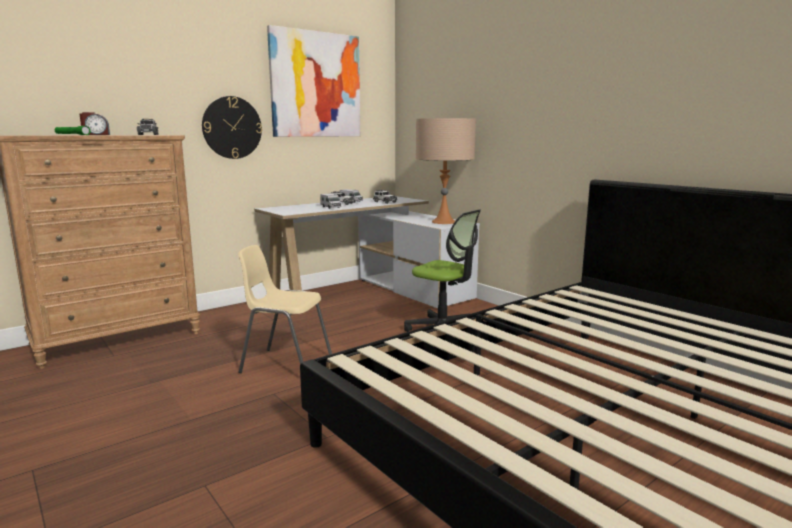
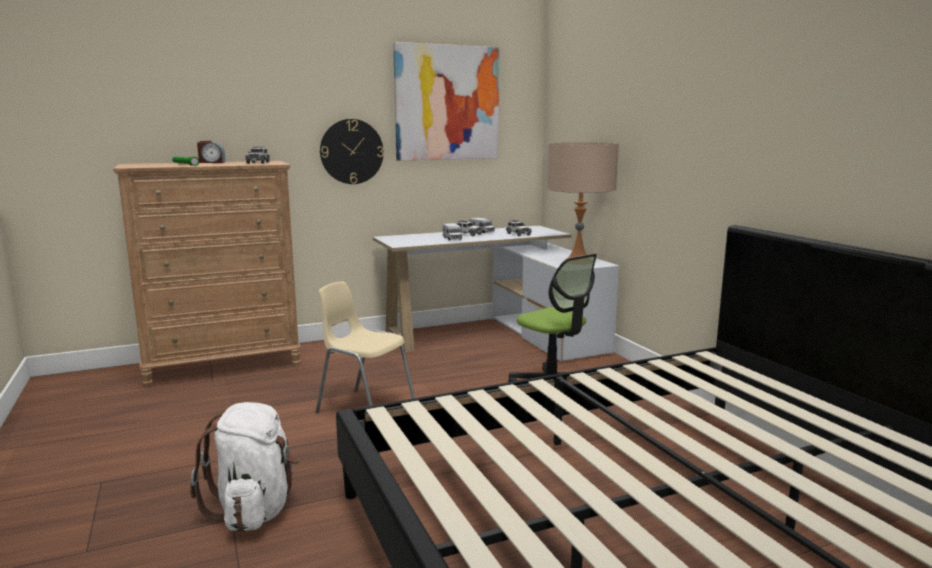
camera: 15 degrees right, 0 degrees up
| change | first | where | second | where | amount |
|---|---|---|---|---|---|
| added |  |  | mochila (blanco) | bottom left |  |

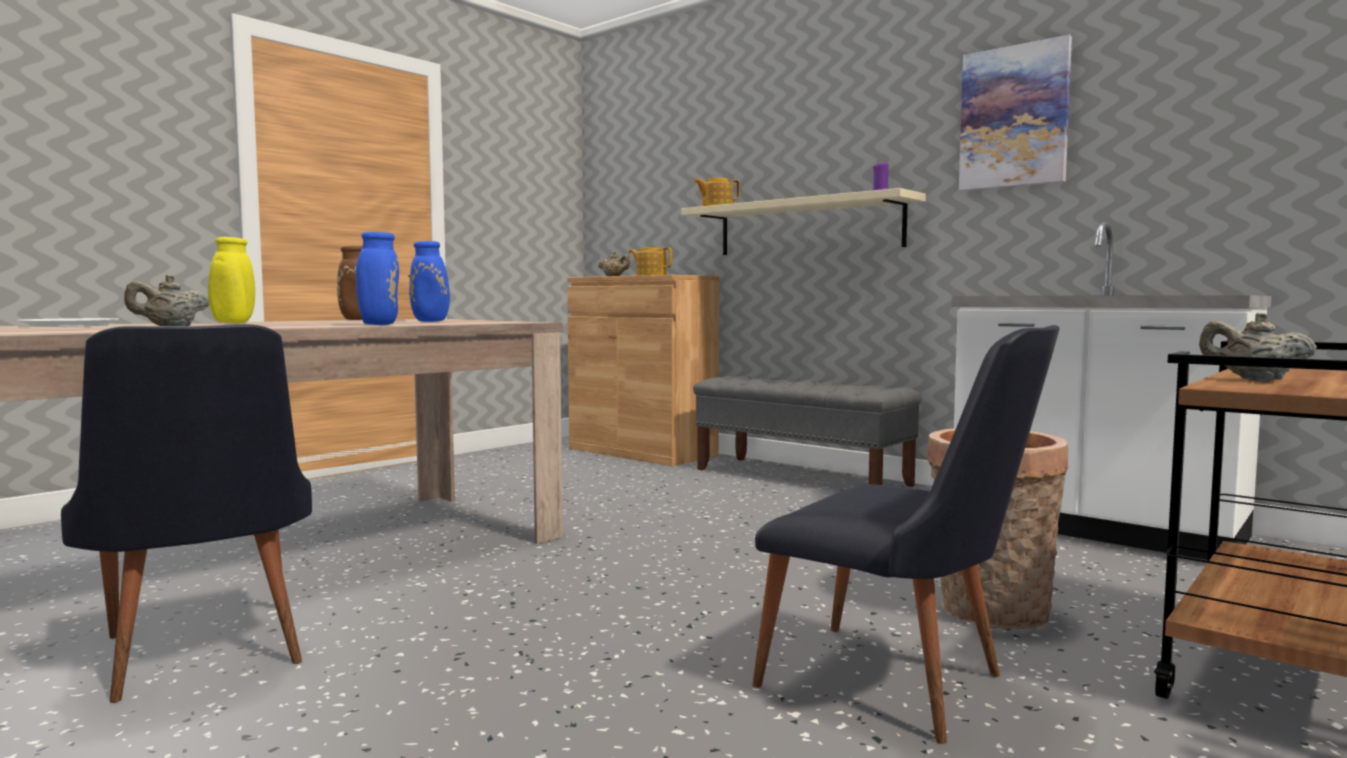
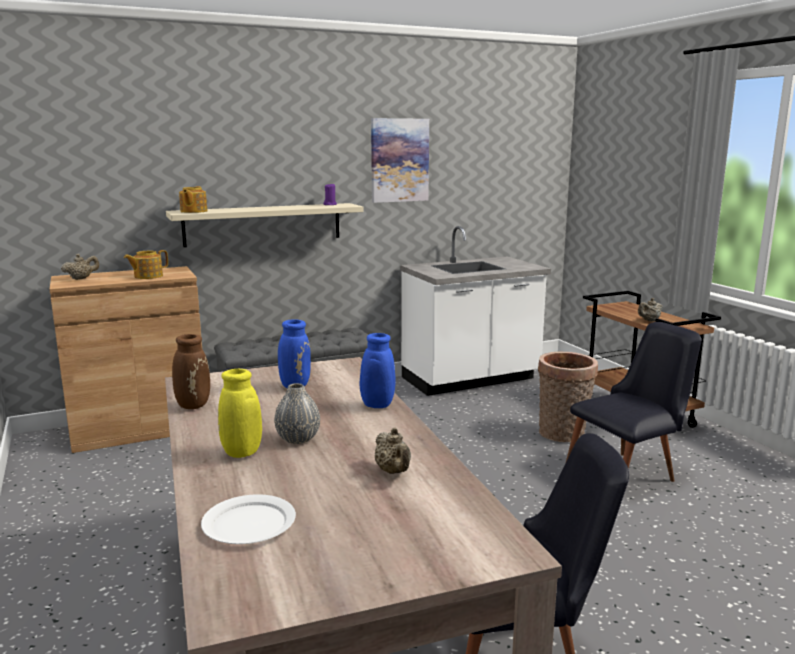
camera: 65 degrees left, 10 degrees up
| change | first | where | second | where | amount |
|---|---|---|---|---|---|
| added |  |  | florero (gris) | centre |  |

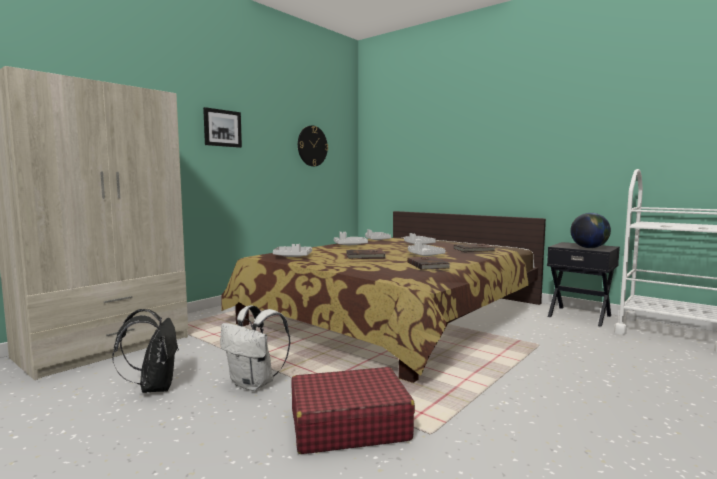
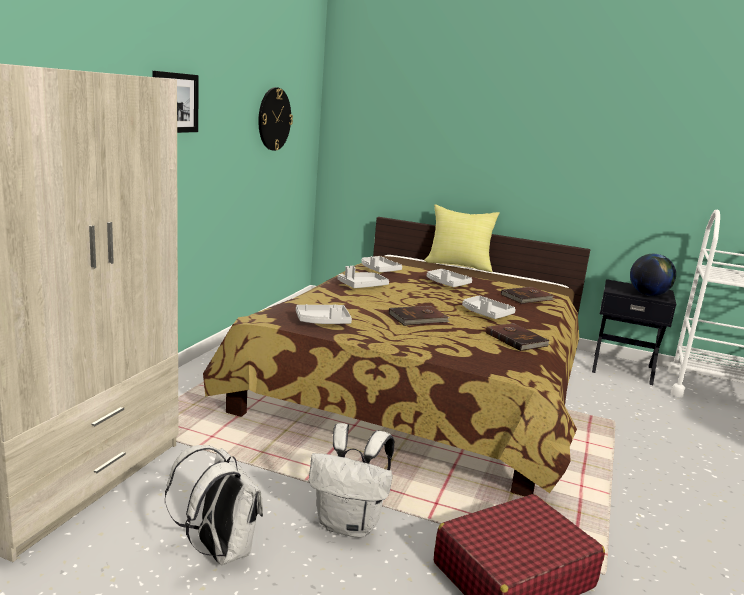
camera: 20 degrees left, 10 degrees up
| change | first | where | second | where | amount |
|---|---|---|---|---|---|
| recoloured | mochila (negro) | bottom left | mochila (blanco) (1st from left) | bottom left |  |
| added |  |  | cojín (amarillo) | centre |  |

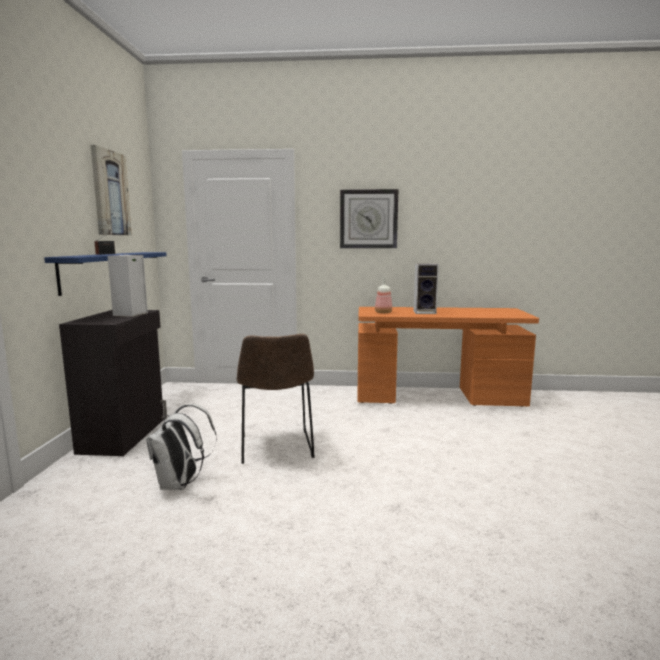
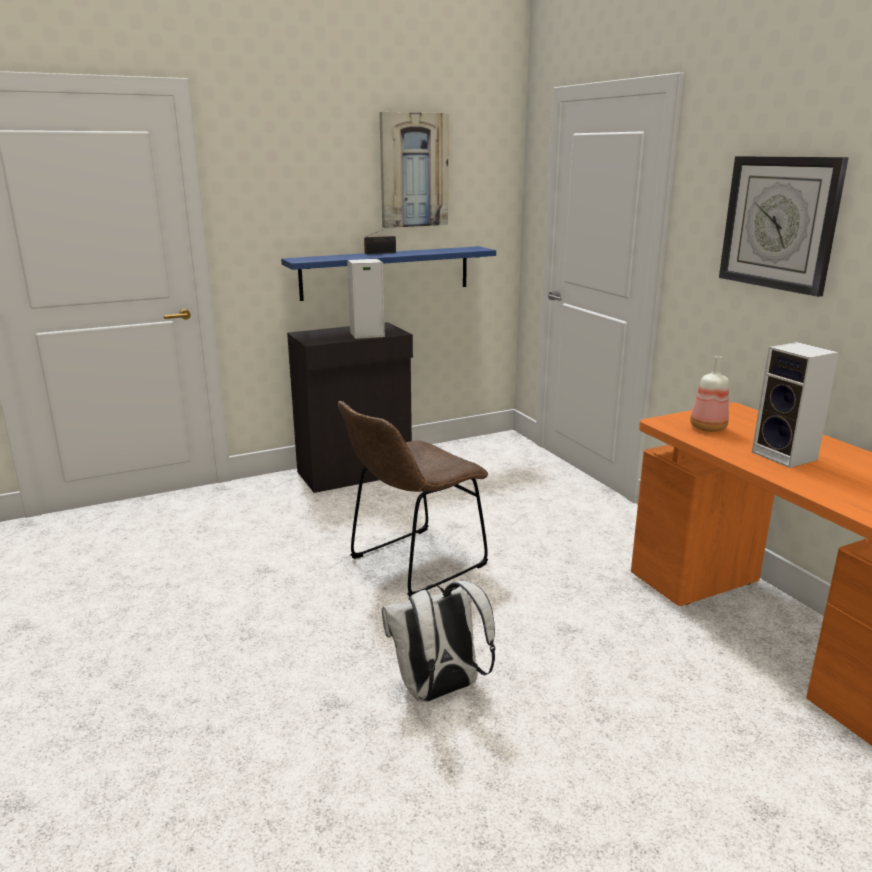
camera: 60 degrees right, 10 degrees up
| change | first | where | second | where | amount |
|---|---|---|---|---|---|
| moved | mochila (blanco) | bottom left |  | bottom centre |  |

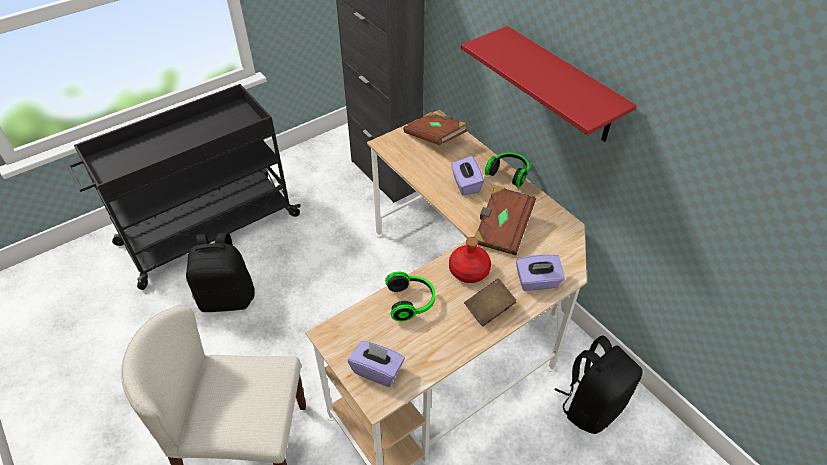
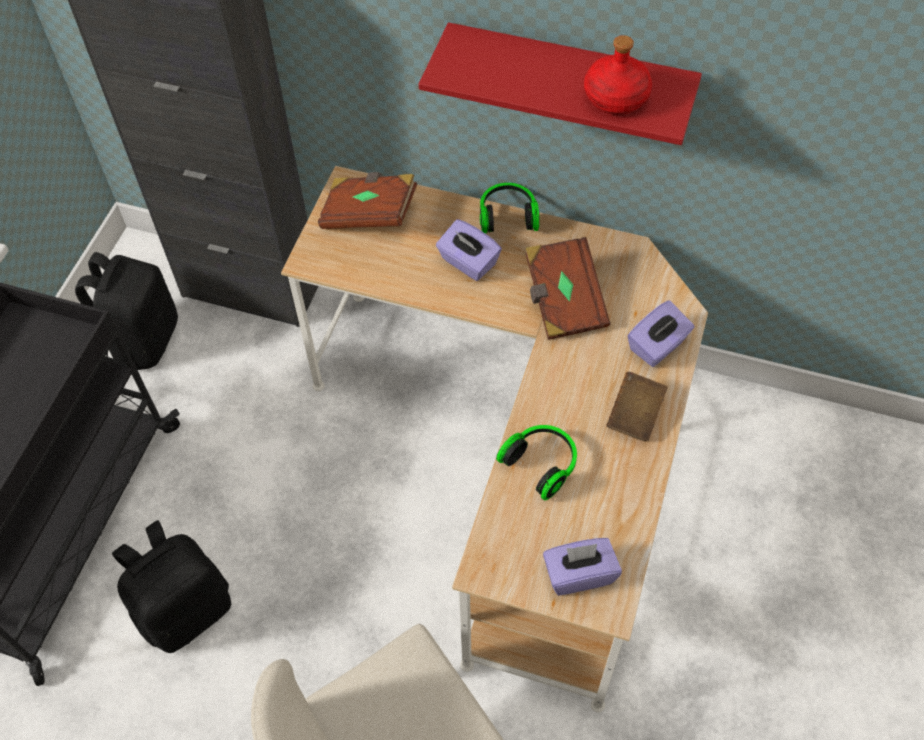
camera: 35 degrees left, 10 degrees up
| change | first | where | second | where | amount |
|---|---|---|---|---|---|
| moved | botella (rojo) | centre |  | top right |  |
| moved | mochila (negro) (2nd from left in the first image) | bottom right | mochila (negro) (1st from left) | middle left |  |

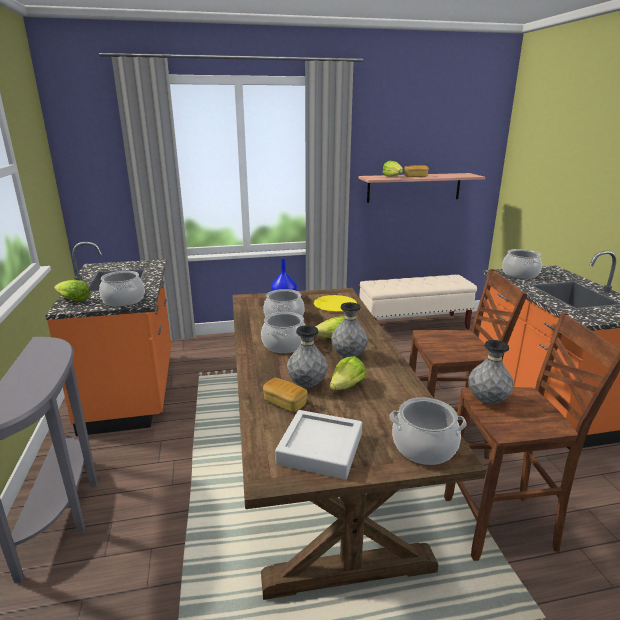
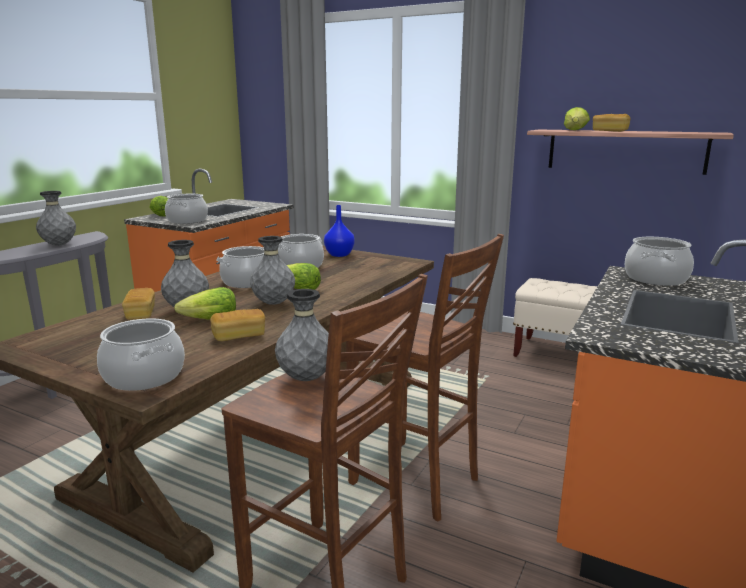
camera: 40 degrees right, 5 degrees down
| change | first | where | second | where | amount |
|---|---|---|---|---|---|
| removed | plato (amarillo) | centre |  |  |  |
| removed | bandeja (gris) | bottom centre |  |  |  |
| added |  |  | florero (gris) (1st from left) | middle left |  |
| added |  |  | pan (2nd from left) | middle left |  |

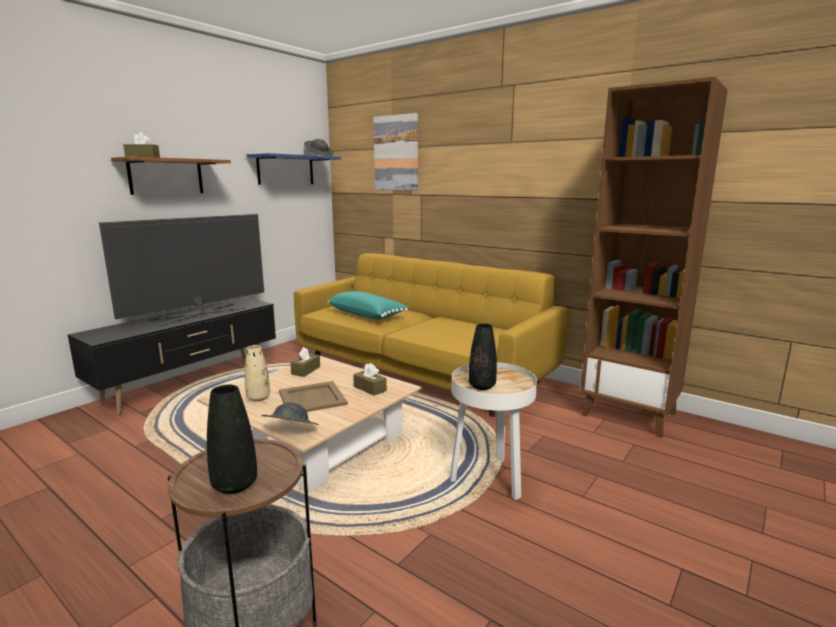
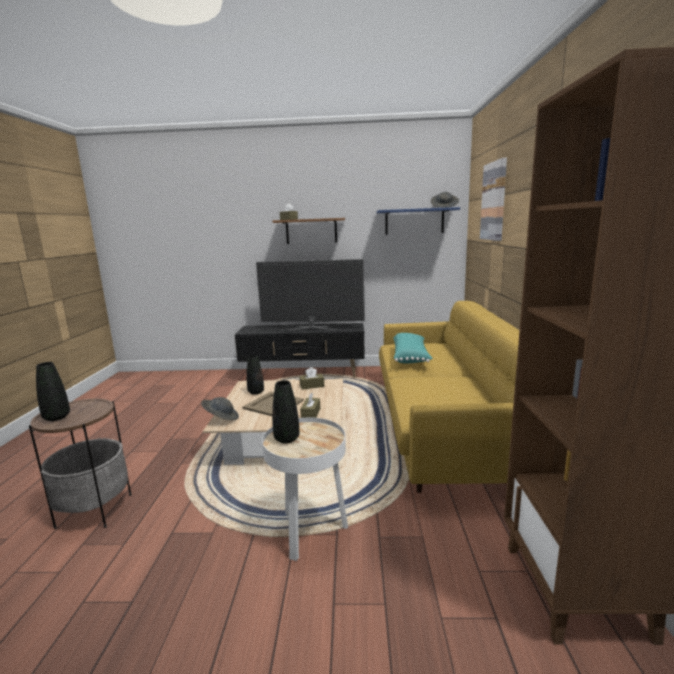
camera: 55 degrees right, 0 degrees up
| change | first | where | second | where | amount |
|---|---|---|---|---|---|
| recoloured | florero (beis) | middle left | florero (negro) (2nd from left) | centre |  |

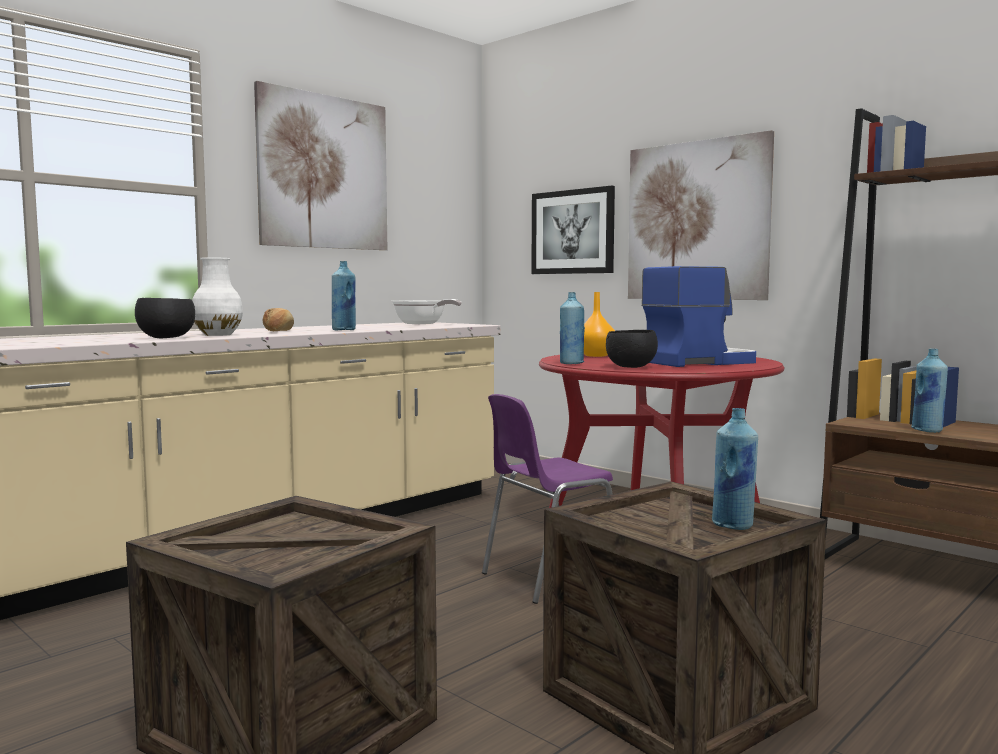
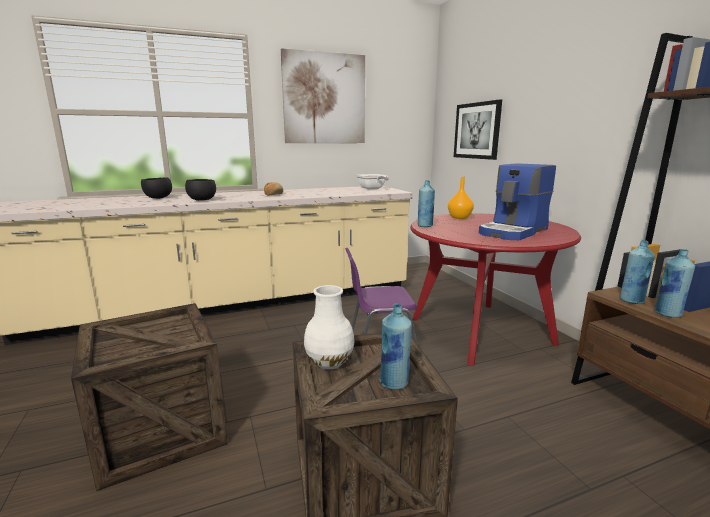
camera: 25 degrees right, 10 degrees up
| change | first | where | second | where | amount |
|---|---|---|---|---|---|
| removed | cuadro (3rd from left) | top right |  |  |  |
| moved | florero (blanco) | middle left |  | centre |  |
| moved | botella (azul) (1st from left in the first image) | centre | botella (azul) (3rd from left) | middle right |  |
| turned | cafetera | middle right |  | middle right | 135 degrees clockwise |
| moved | cuenco (negro) (2nd from left in the first image) | centre | cuenco (negro) (1st from left) | middle left |  |

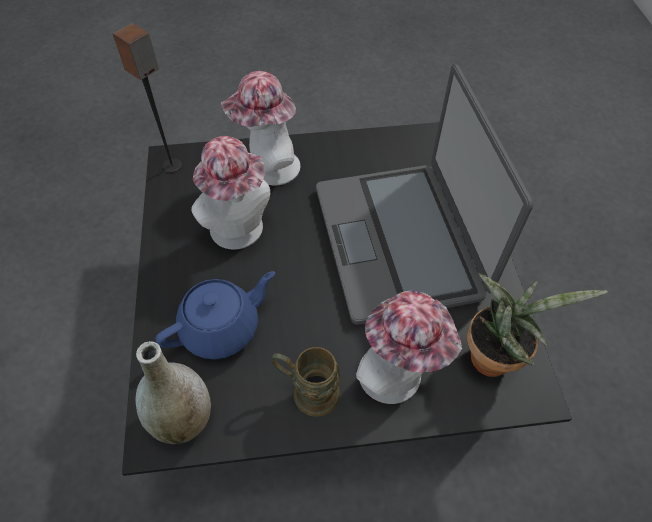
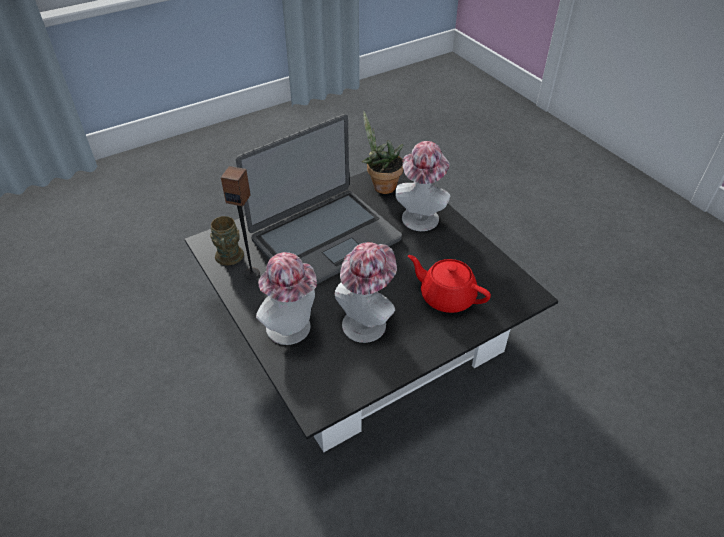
camera: 115 degrees left, 10 degrees down
| change | first | where | second | where | amount |
|---|---|---|---|---|---|
| moved | altavoz | top left |  | middle left |  |
| recoloured | tetera (azul) | middle left | tetera (rojo) | centre |  |
| removed | florero (gris) | bottom left |  |  |  |
| moved | taza grande (marrón) | bottom centre |  | middle left |  |

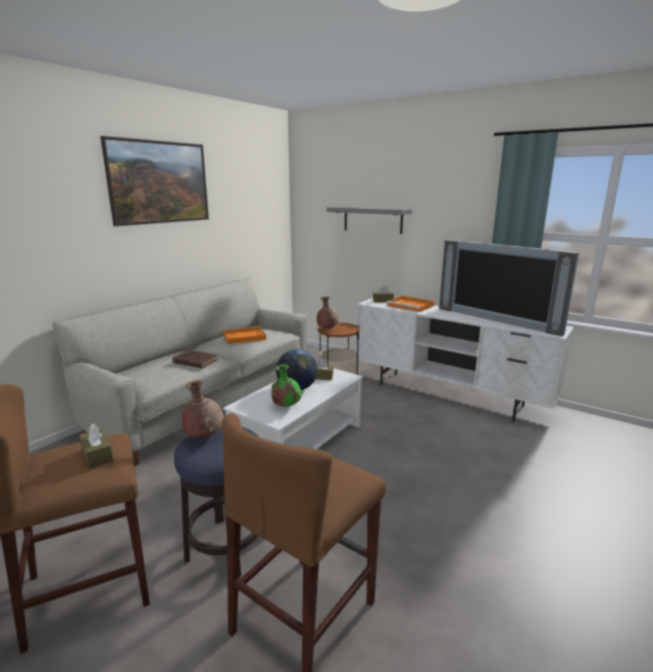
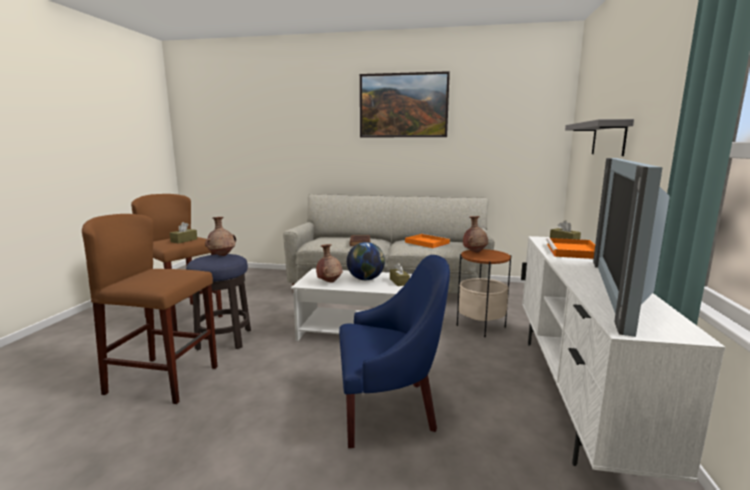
camera: 65 degrees right, 5 degrees down
| change | first | where | second | where | amount |
|---|---|---|---|---|---|
| recoloured | florero (verde) | centre | florero (marrón) (2nd from left) | centre |  |
| added |  |  | sillón (azul) | bottom centre |  |

